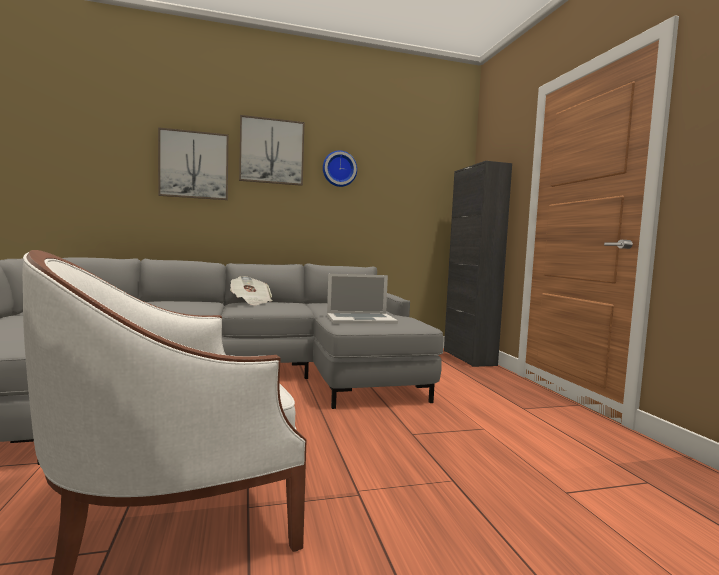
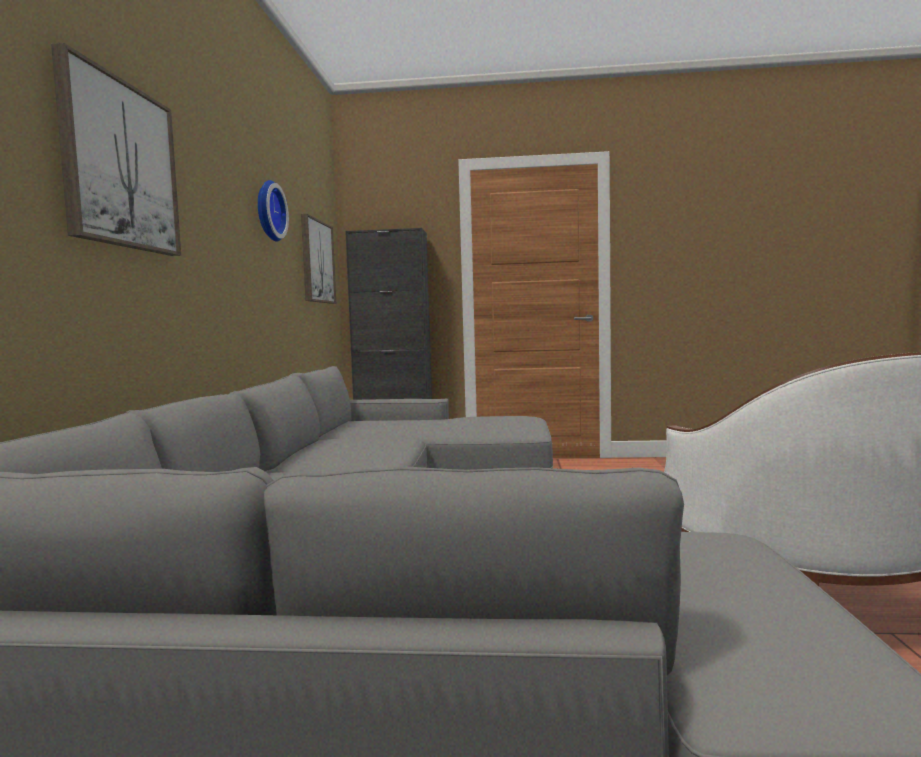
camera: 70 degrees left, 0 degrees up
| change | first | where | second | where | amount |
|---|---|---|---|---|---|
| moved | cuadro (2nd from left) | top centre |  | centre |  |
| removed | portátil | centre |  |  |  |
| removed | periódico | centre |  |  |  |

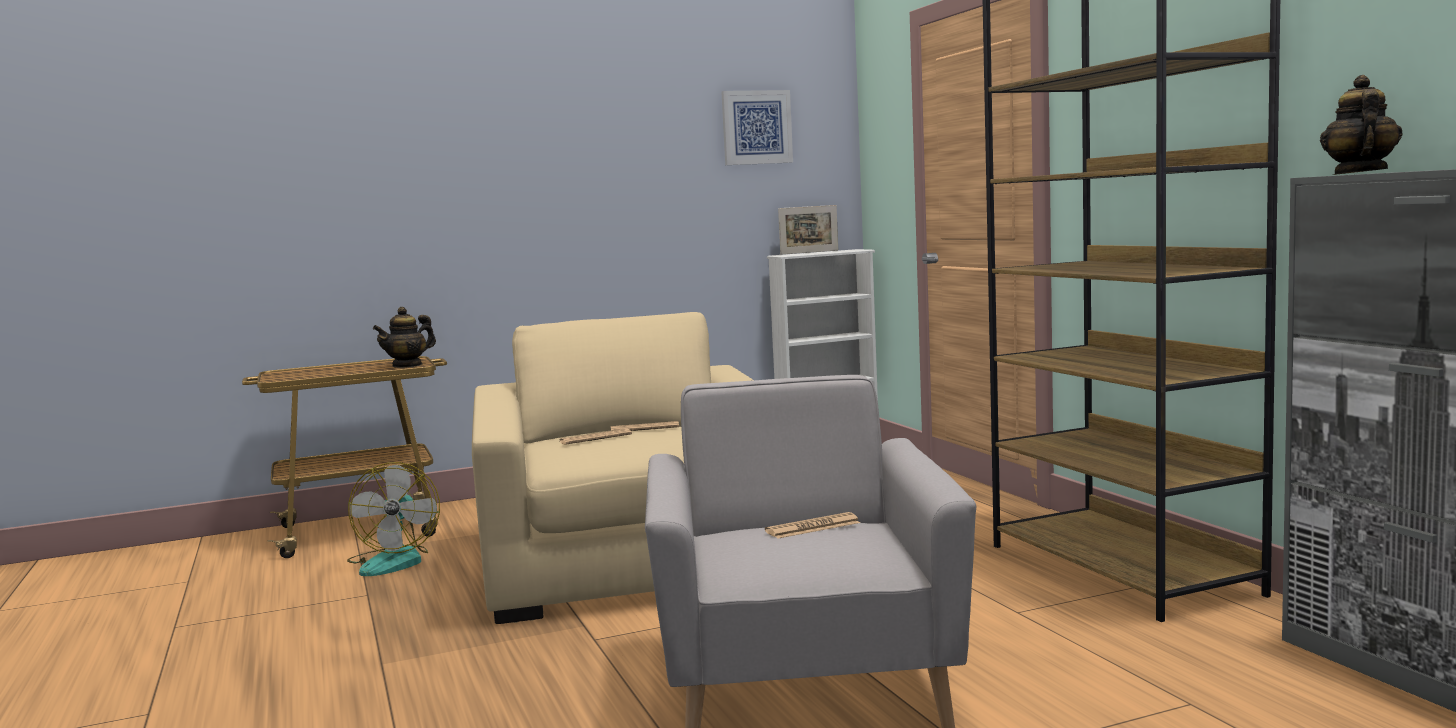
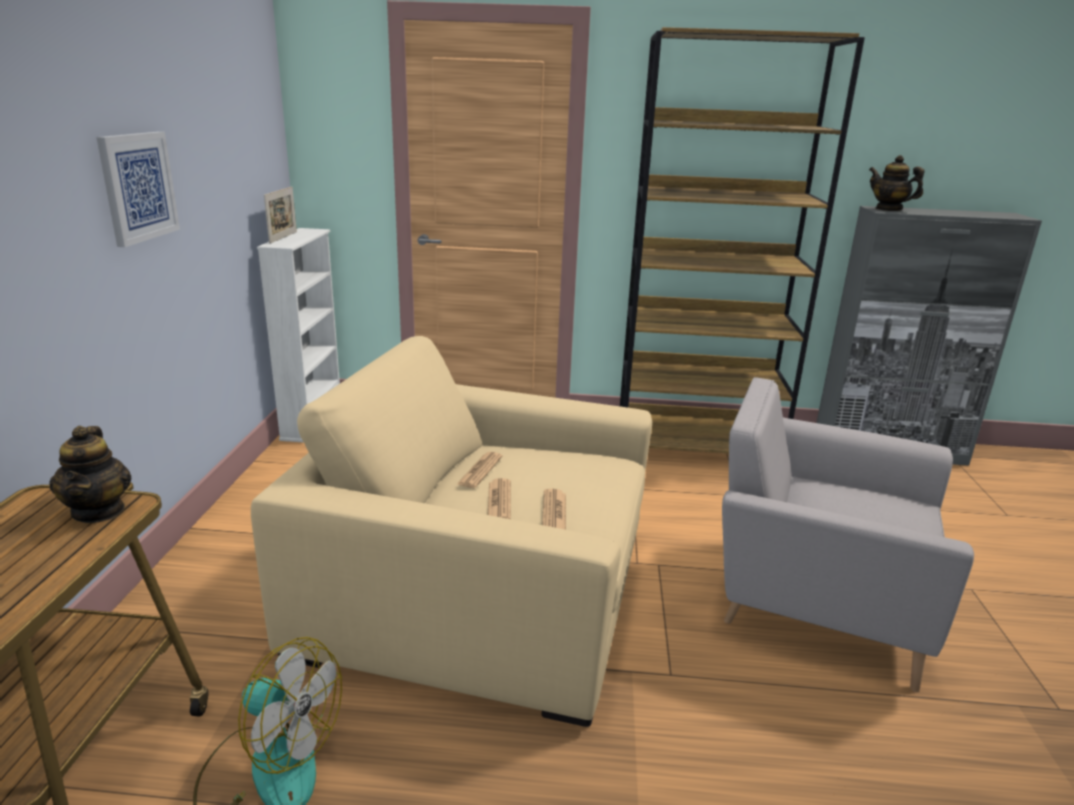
camera: 65 degrees left, 15 degrees up
| change | first | where | second | where | amount |
|---|---|---|---|---|---|
| moved | cuadro | top centre |  | top left |  |
| moved | periódico (3rd from left) | bottom centre |  | centre |  |

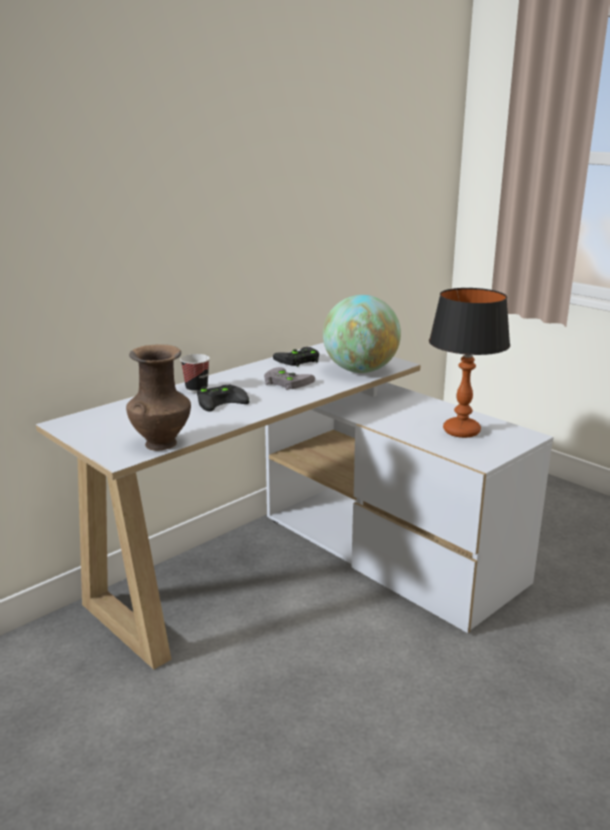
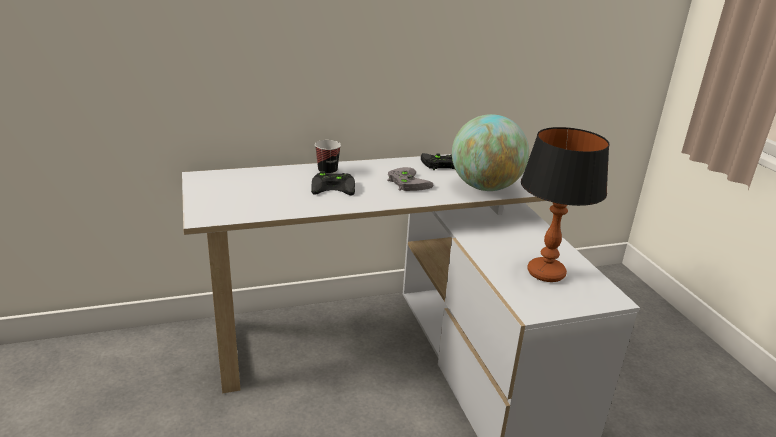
camera: 25 degrees right, 5 degrees up
| change | first | where | second | where | amount |
|---|---|---|---|---|---|
| removed | florero (marrón) | middle left |  |  |  |

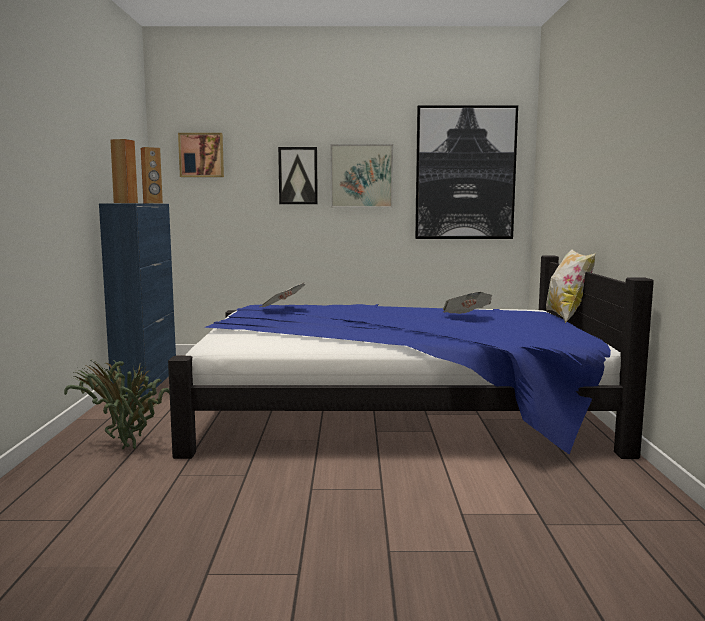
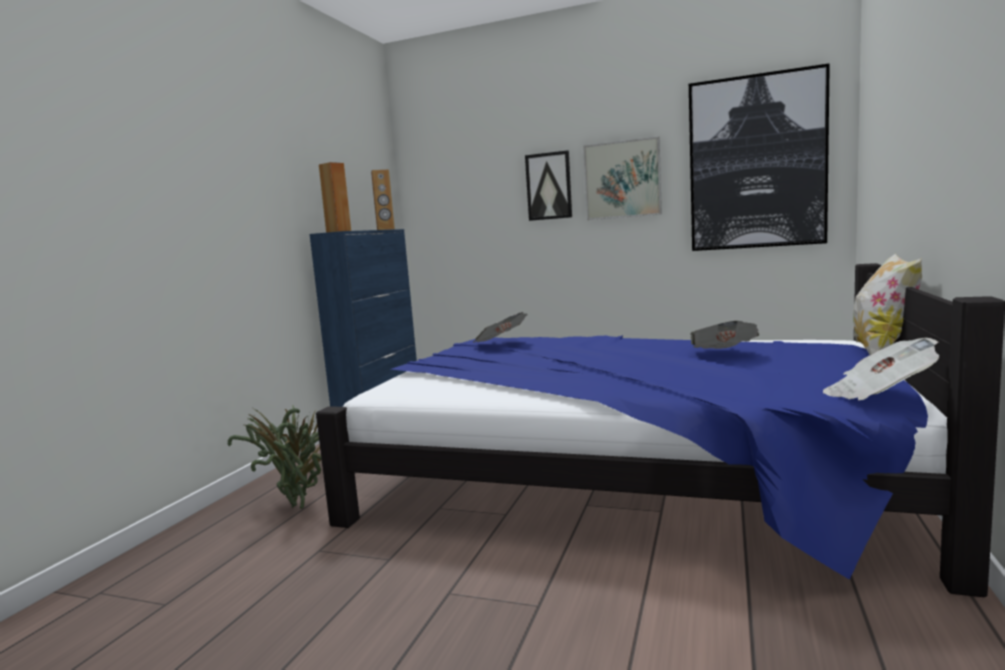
camera: 20 degrees right, 0 degrees up
| change | first | where | second | where | amount |
|---|---|---|---|---|---|
| removed | cuadro (1st from left) | top left |  |  |  |
| added |  |  | periódico (3rd from left) | middle right |  |

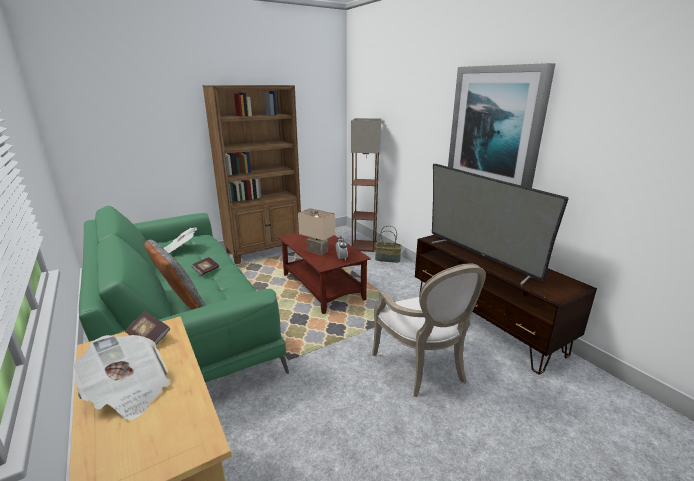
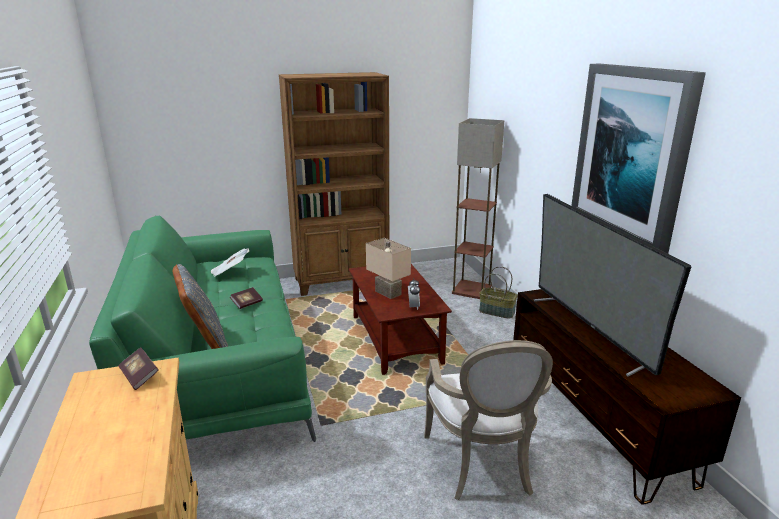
camera: 15 degrees right, 0 degrees up
| change | first | where | second | where | amount |
|---|---|---|---|---|---|
| removed | periódico (1st from left) | bottom left |  |  |  |

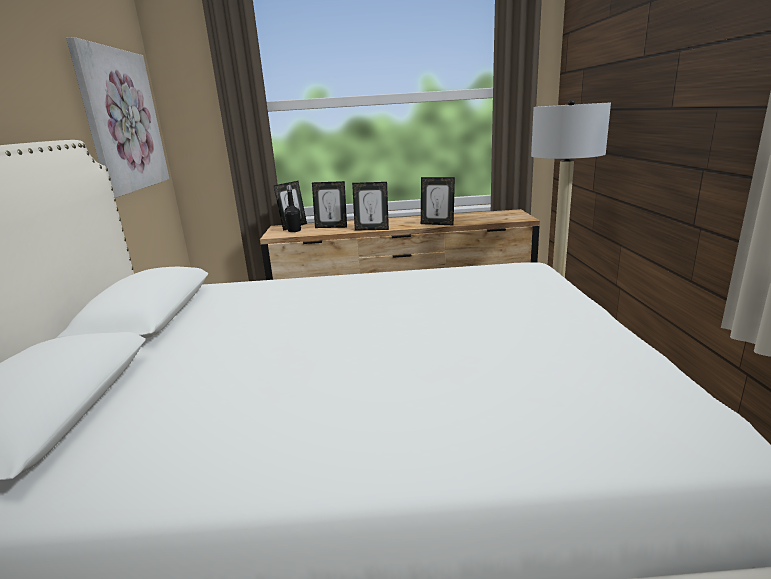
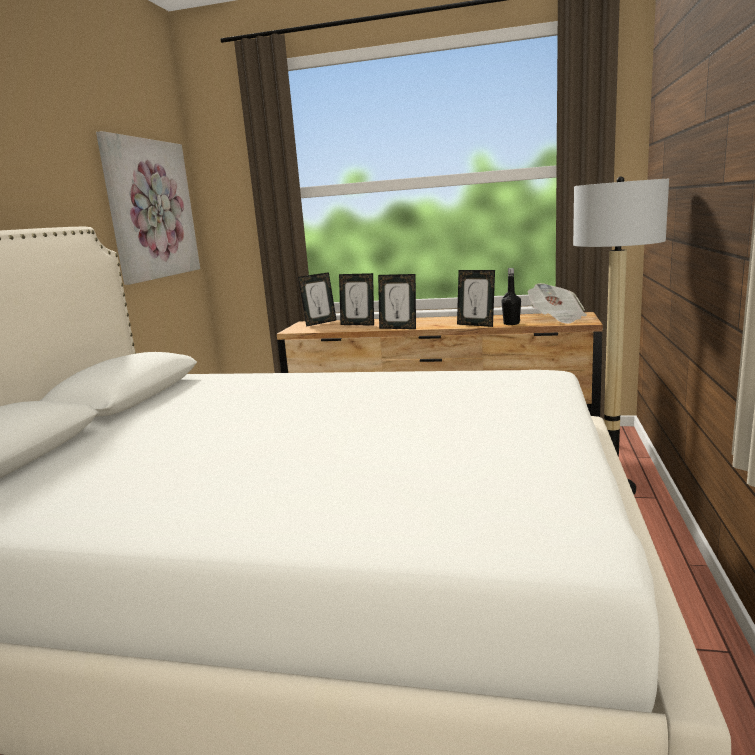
camera: 15 degrees right, 5 degrees down
| change | first | where | second | where | amount |
|---|---|---|---|---|---|
| moved | botella (negro) | centre |  | middle right |  |
| added |  |  | periódico | middle right |  |

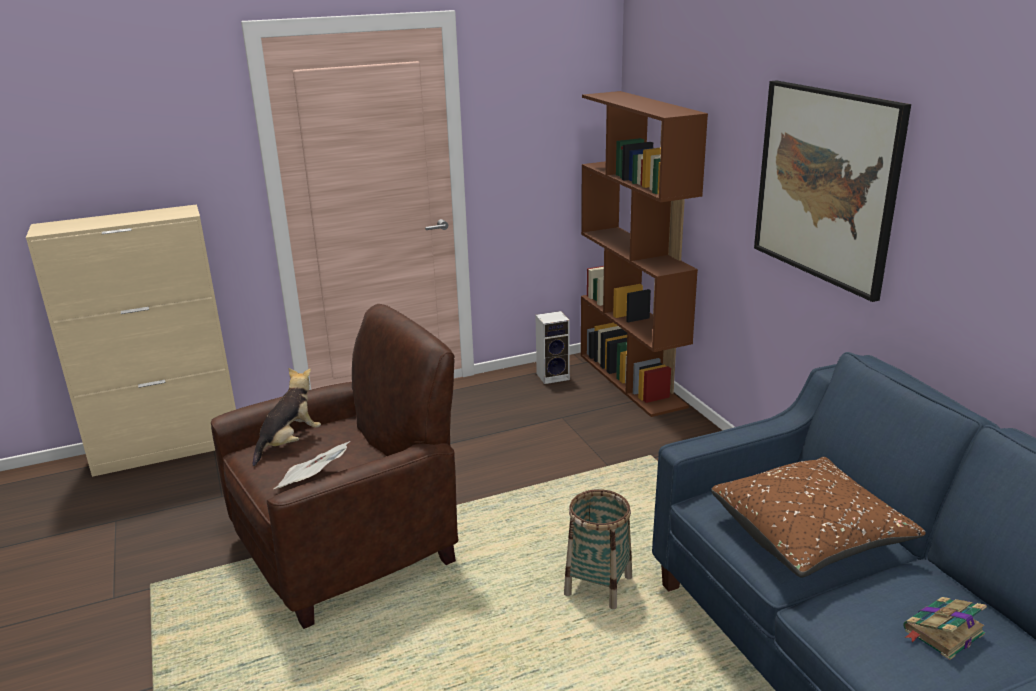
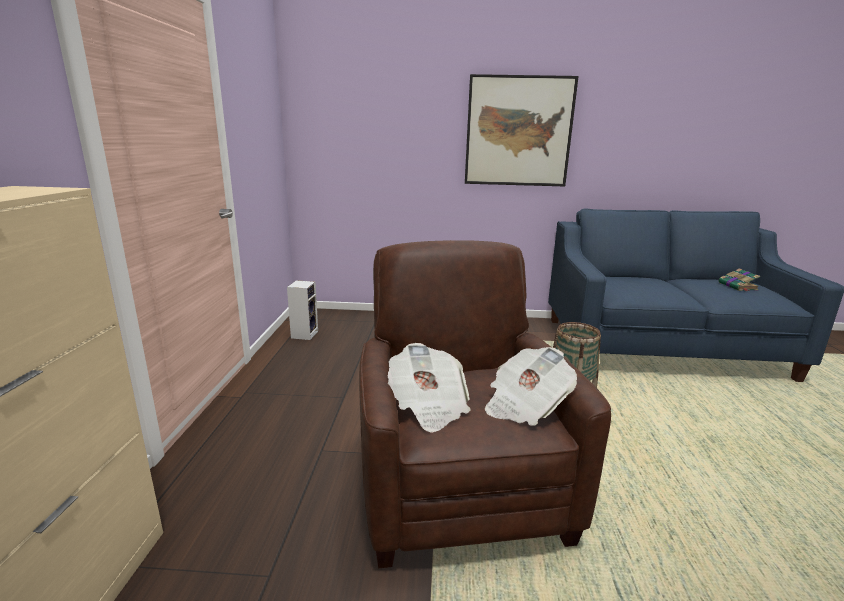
camera: 65 degrees left, 5 degrees down
| change | first | where | second | where | amount |
|---|---|---|---|---|---|
| removed | estantería (marrón) | centre |  |  |  |
| replaced | peluche | middle left | periódico (1st from left) | centre |  |
| removed | cojín (marrón) | bottom right |  |  |  |

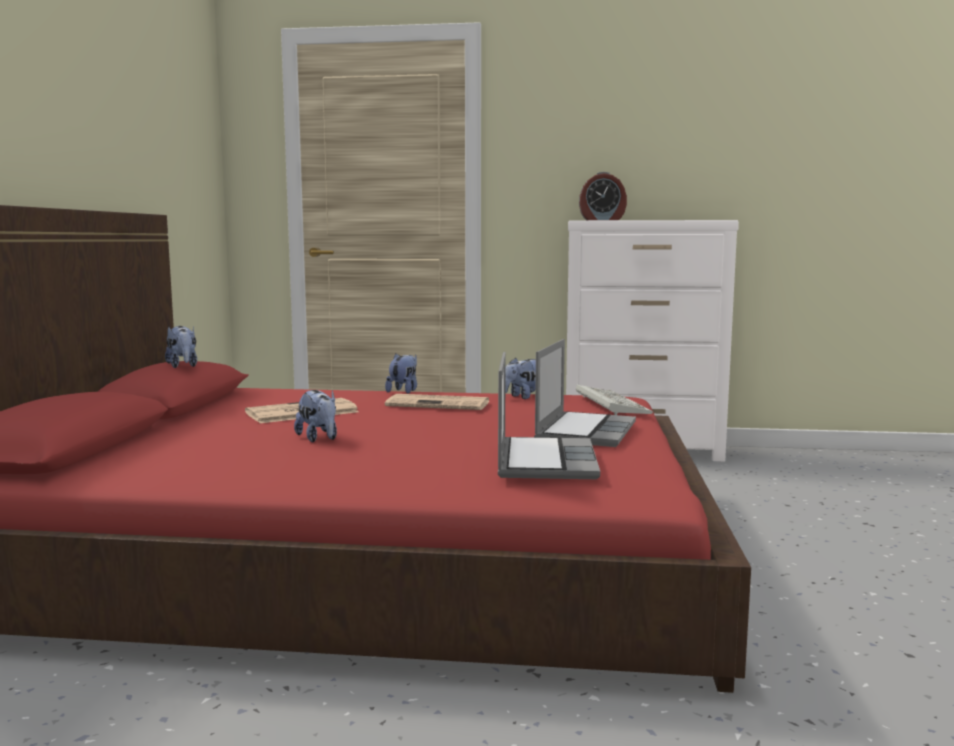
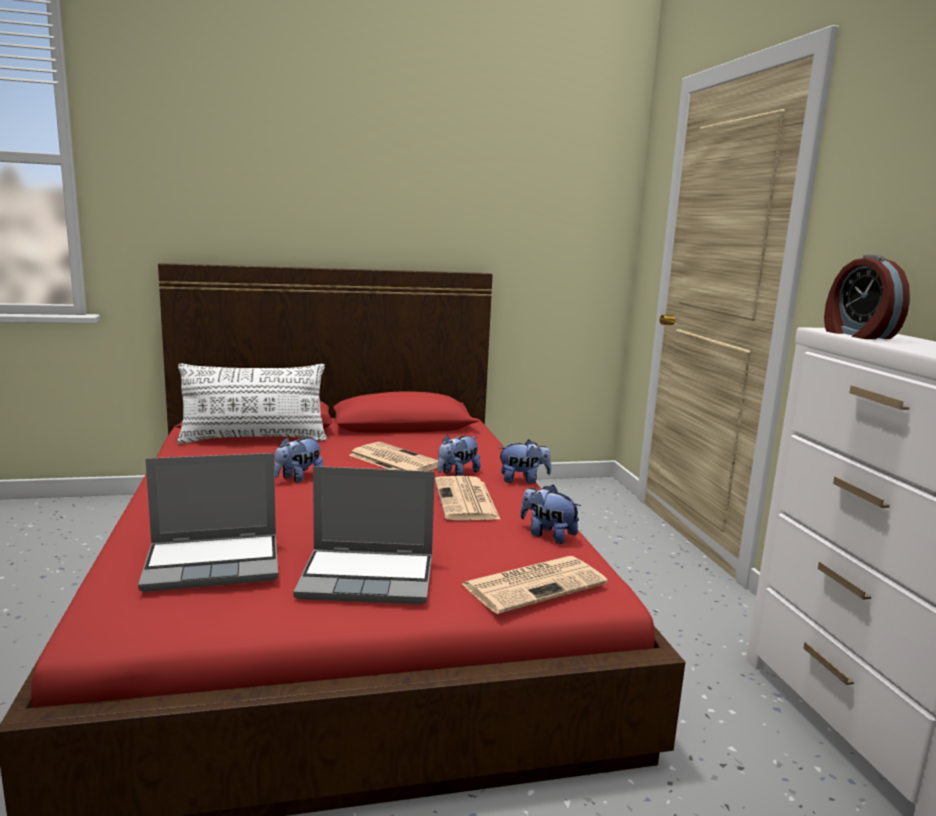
camera: 70 degrees right, 5 degrees up
| change | first | where | second | where | amount |
|---|---|---|---|---|---|
| moved | peluche (1st from left in the first image) | middle left | peluche (2nd from left) | centre |  |
| replaced | teclado | centre | periódico (3rd from left) | bottom centre |  |
| added |  |  | cojín (blanco) | middle left |  |

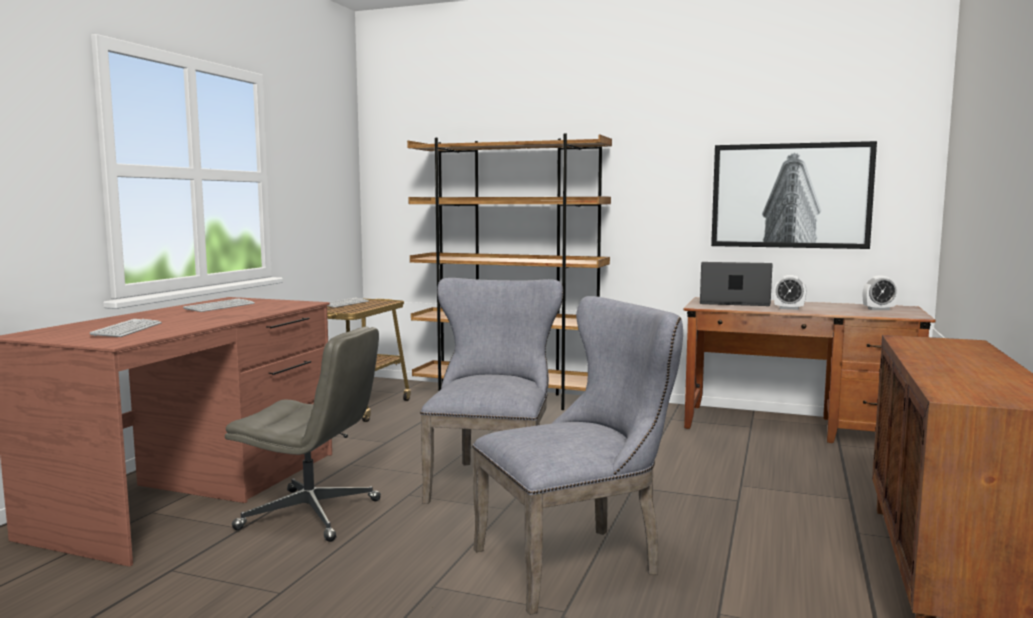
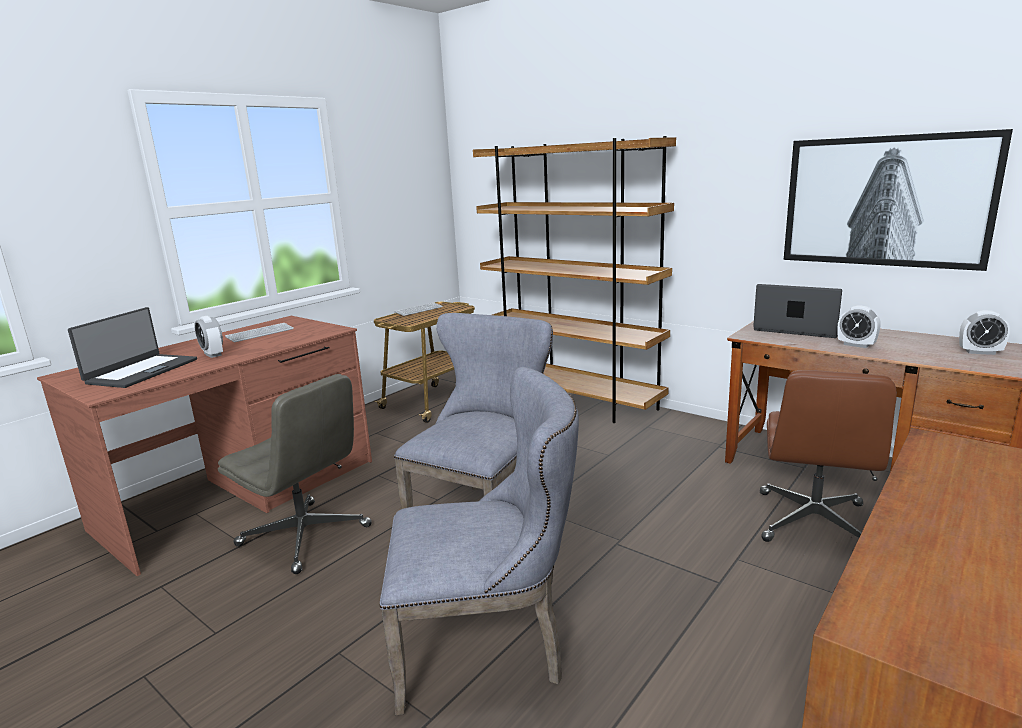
camera: 20 degrees right, 10 degrees up
| change | first | where | second | where | amount |
|---|---|---|---|---|---|
| replaced | teclado (1st from left) | middle left | portátil (1st from left) | middle left |  |
| added |  |  | despertador (1st from left) | middle left |  |
| added |  |  | silla de oficina (marrón) | middle right |  |

